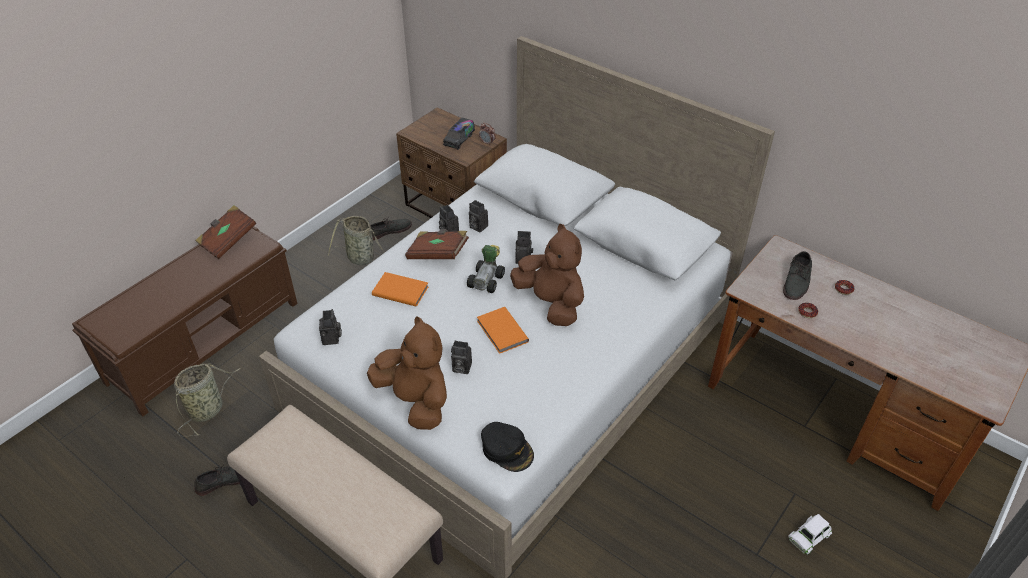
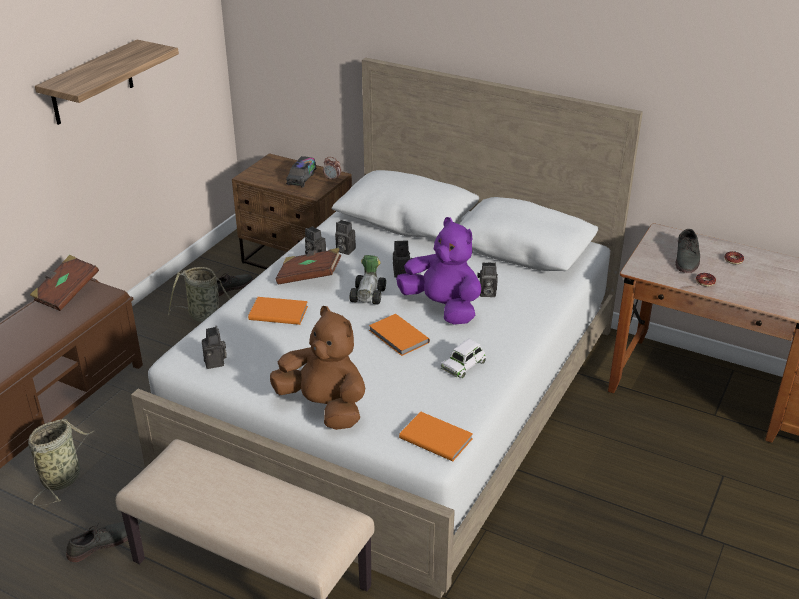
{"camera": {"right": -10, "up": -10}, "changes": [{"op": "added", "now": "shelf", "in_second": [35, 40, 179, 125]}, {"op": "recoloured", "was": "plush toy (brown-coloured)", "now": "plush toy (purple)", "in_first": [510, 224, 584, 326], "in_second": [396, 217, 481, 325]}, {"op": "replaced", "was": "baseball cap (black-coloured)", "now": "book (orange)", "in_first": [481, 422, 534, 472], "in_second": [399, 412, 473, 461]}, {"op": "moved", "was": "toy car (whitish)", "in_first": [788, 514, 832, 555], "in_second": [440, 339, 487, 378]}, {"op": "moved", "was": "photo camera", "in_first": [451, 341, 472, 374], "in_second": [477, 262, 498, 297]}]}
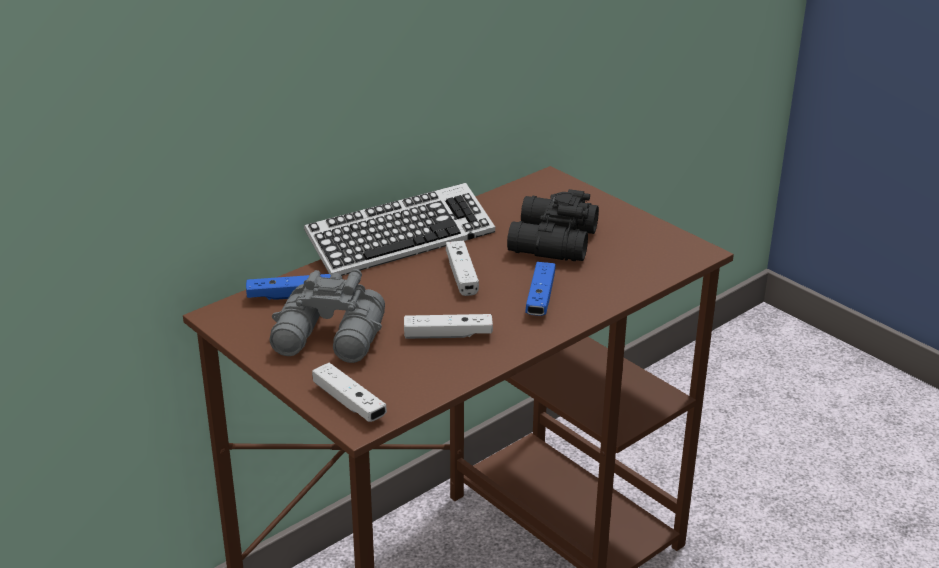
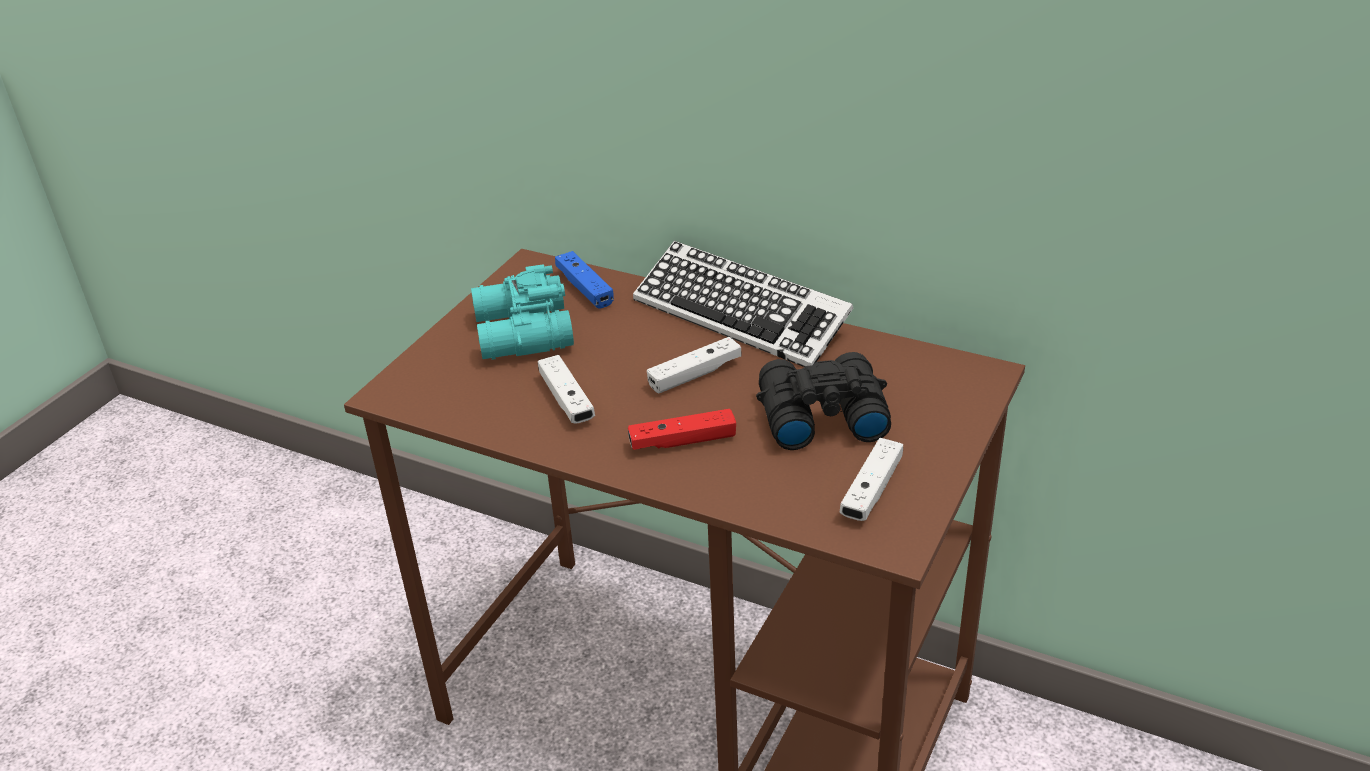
{"camera": {"right": 70, "up": 5}, "changes": [{"op": "recoloured", "was": "binoculars (greyish)", "now": "binoculars (turquoise-coloured)", "in_first": [269, 269, 385, 363], "in_second": [471, 264, 574, 360]}, {"op": "recoloured", "was": "gamepad (blue-coloured)", "now": "gamepad (red-coloured)", "in_first": [525, 262, 555, 316], "in_second": [628, 409, 736, 450]}, {"op": "moved", "was": "gamepad (whitish)", "in_first": [312, 363, 387, 422], "in_second": [839, 438, 903, 521]}]}
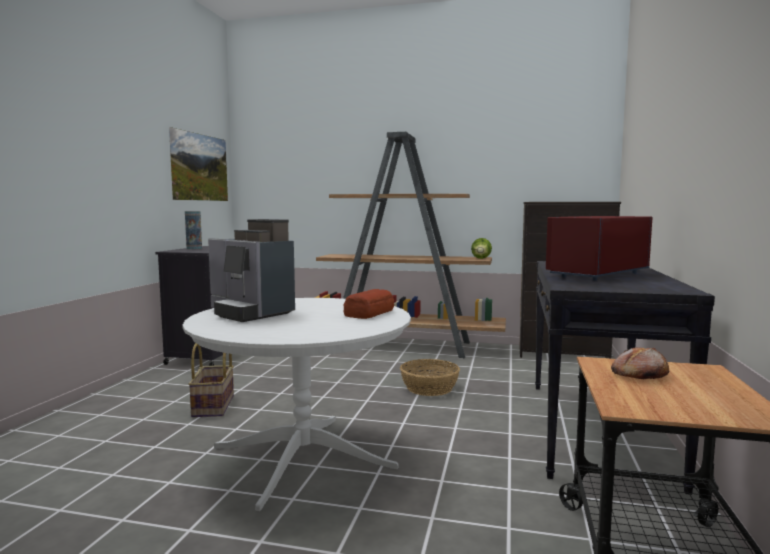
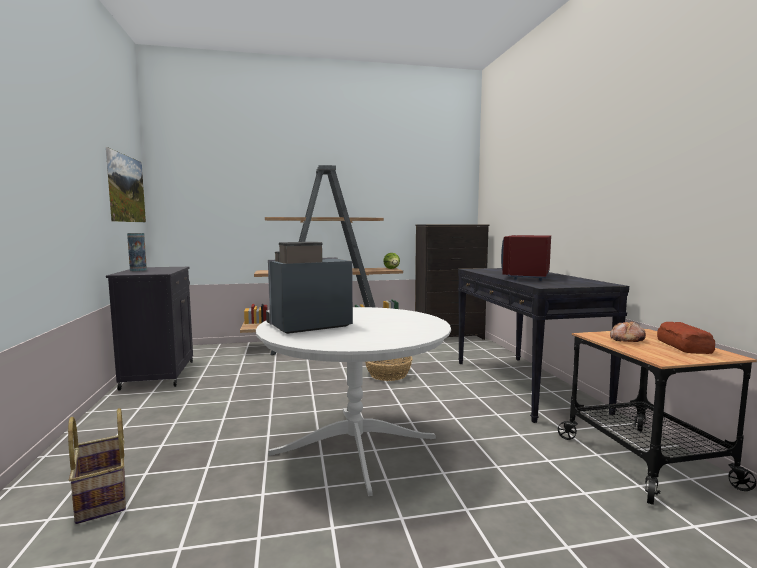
{"camera": {"right": -25, "up": 0}, "changes": [{"op": "moved", "was": "household basket", "in_first": [188, 343, 234, 417], "in_second": [68, 408, 126, 524]}, {"op": "turned", "was": "coffee maker", "in_first": [208, 219, 295, 322], "in_second": [266, 242, 353, 334], "clockwise": 135}, {"op": "moved", "was": "bread", "in_first": [344, 289, 394, 319], "in_second": [657, 322, 715, 354]}]}
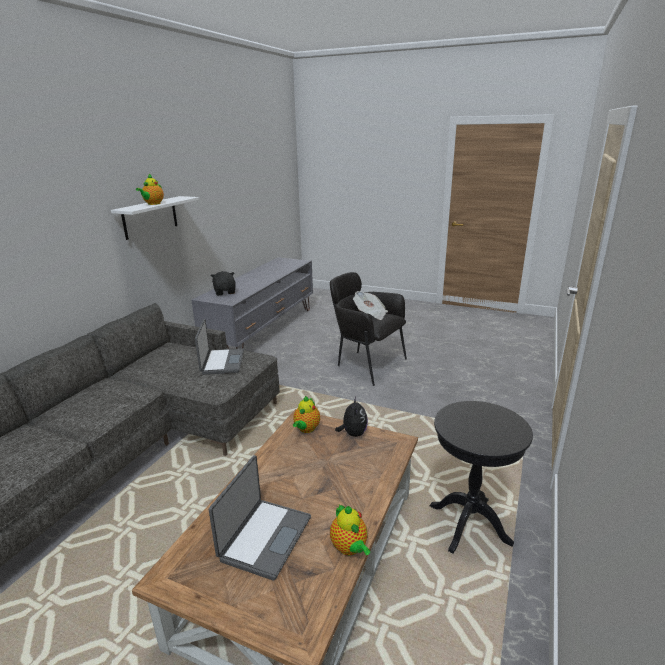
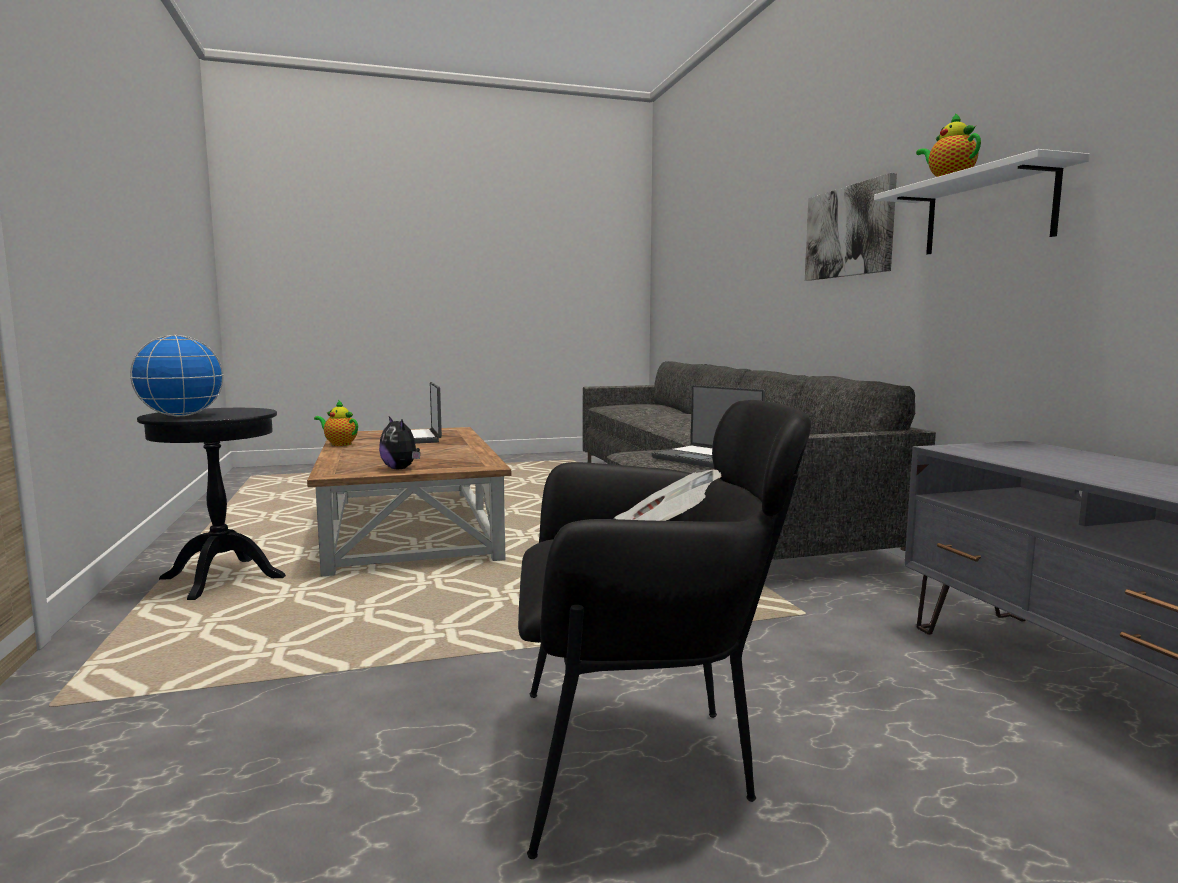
{"camera": {"right": 140, "up": -15}, "changes": [{"op": "added", "now": "desk globe", "in_second": [130, 335, 224, 416]}, {"op": "added", "now": "picture", "in_second": [805, 173, 897, 281]}, {"op": "removed", "was": "plush toy (black-coloured)", "in_first": [210, 271, 236, 295]}, {"op": "removed", "was": "pot for tea", "in_first": [293, 396, 320, 433]}]}
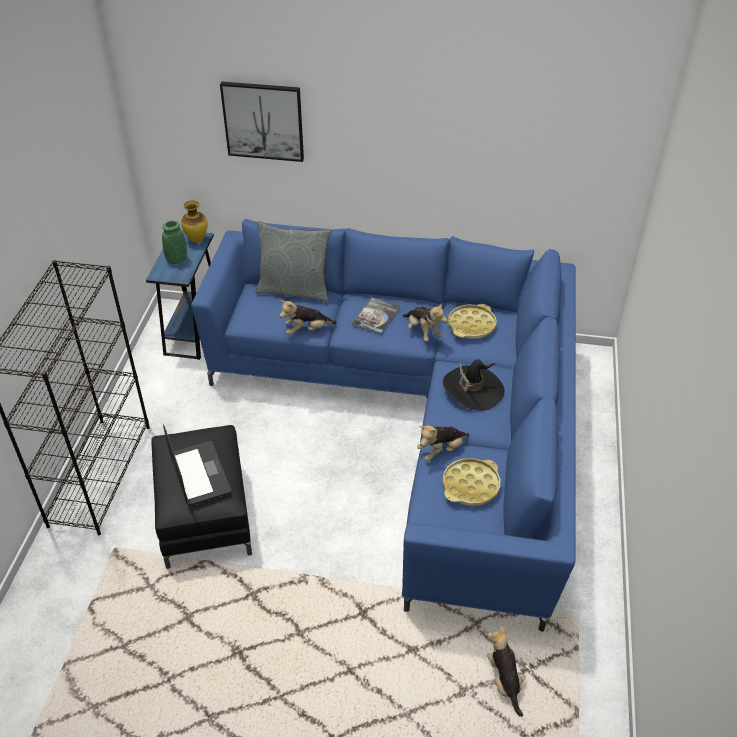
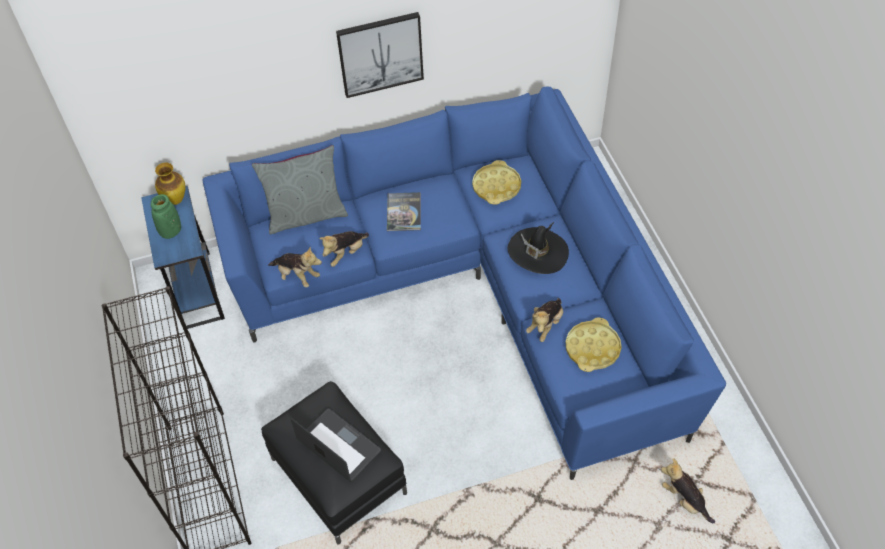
{"camera": {"right": -25, "up": 10}, "changes": [{"op": "moved", "was": "plush toy", "in_first": [402, 303, 447, 341], "in_second": [268, 247, 322, 288]}, {"op": "moved", "was": "picture", "in_first": [220, 81, 304, 162], "in_second": [336, 12, 424, 98]}]}
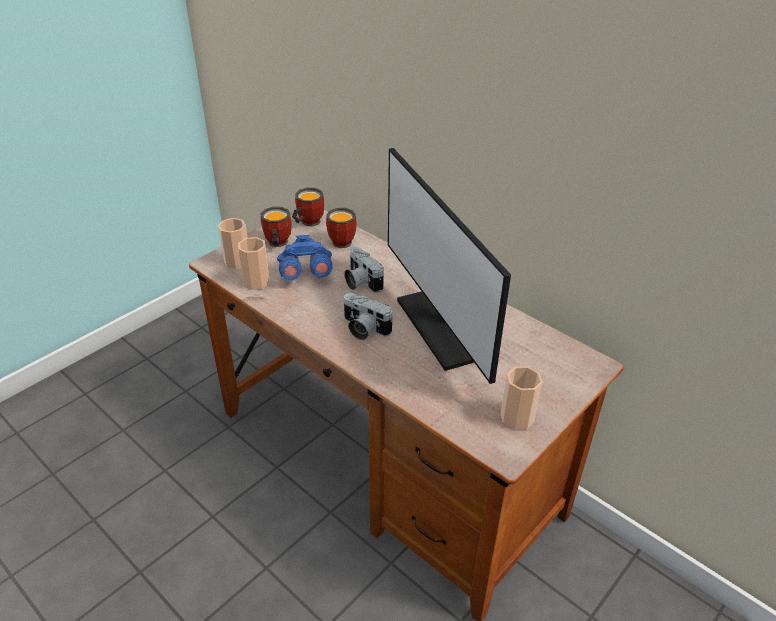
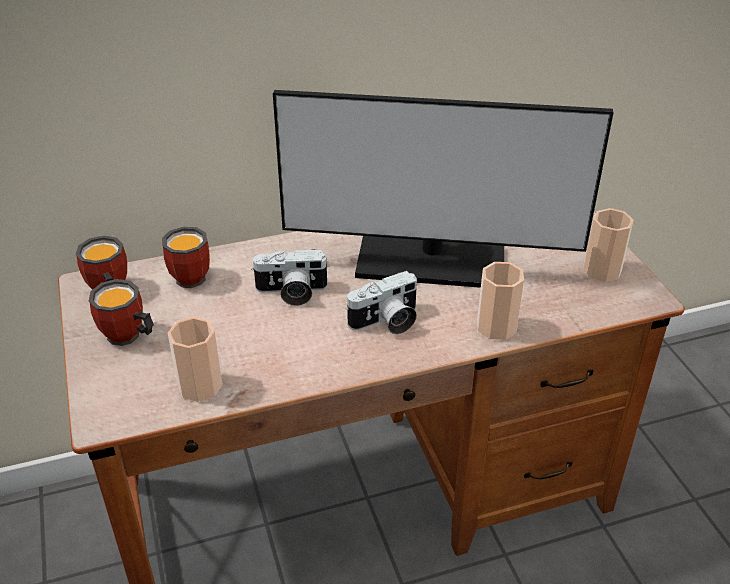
{"camera": {"right": -60, "up": 0}, "changes": [{"op": "moved", "was": "cup", "in_first": [218, 218, 247, 269], "in_second": [477, 262, 524, 340]}, {"op": "removed", "was": "binoculars (blue-coloured)", "in_first": [277, 235, 333, 281]}]}
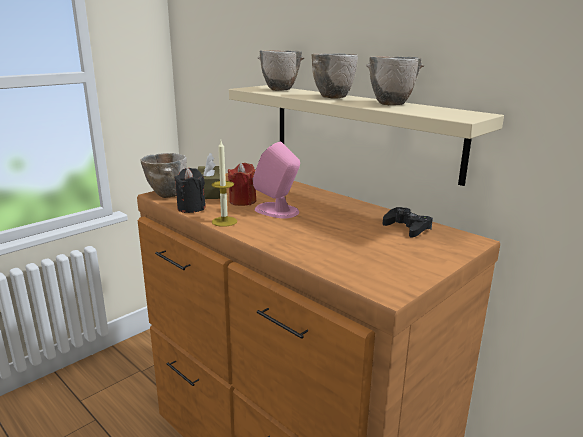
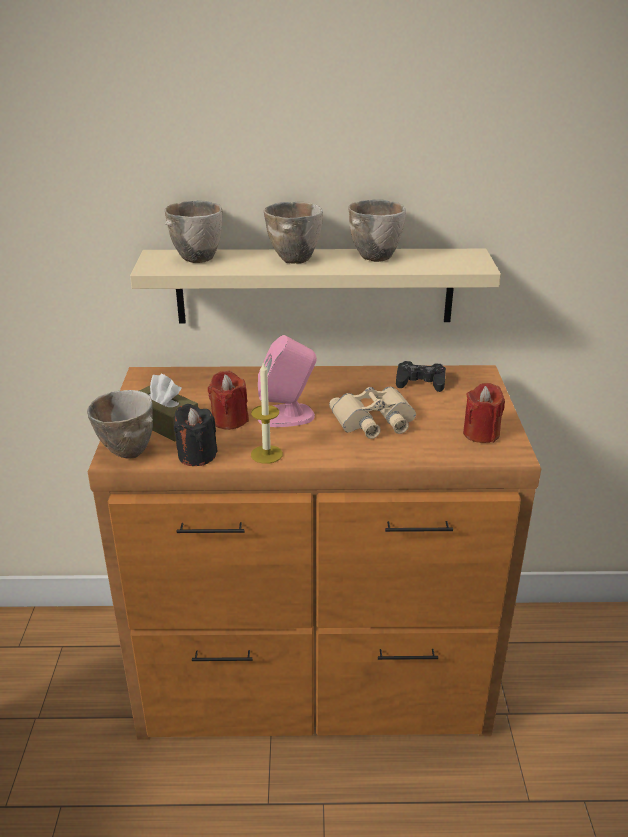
{"camera": {"right": -45, "up": 10}, "changes": [{"op": "added", "now": "binoculars (beige)", "in_second": [329, 387, 416, 439]}, {"op": "added", "now": "candle (red-coloured)", "in_second": [463, 383, 505, 443]}]}
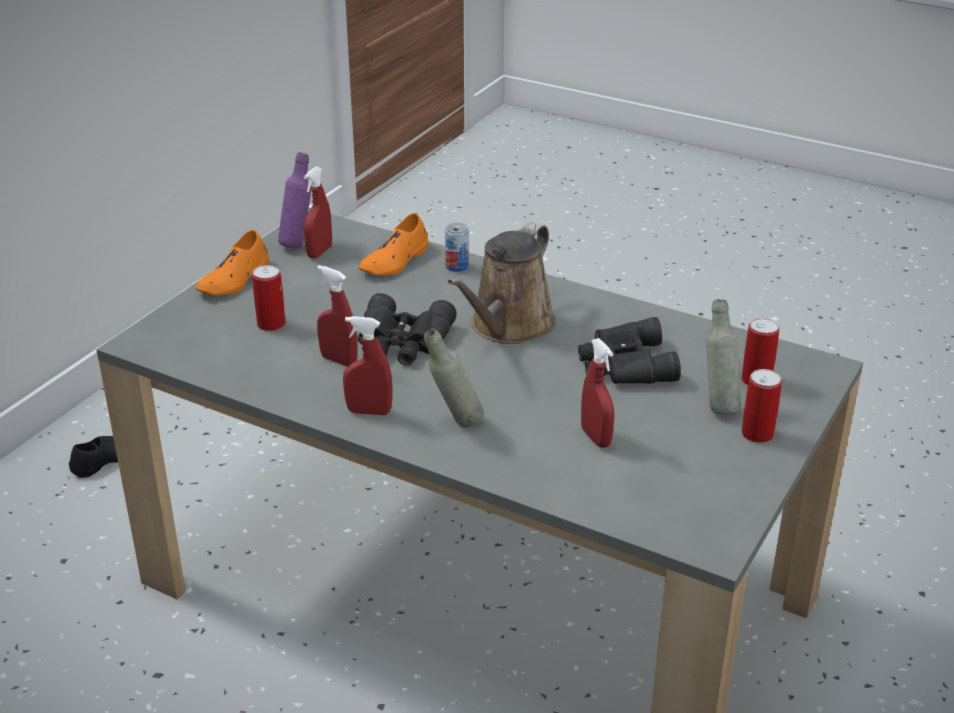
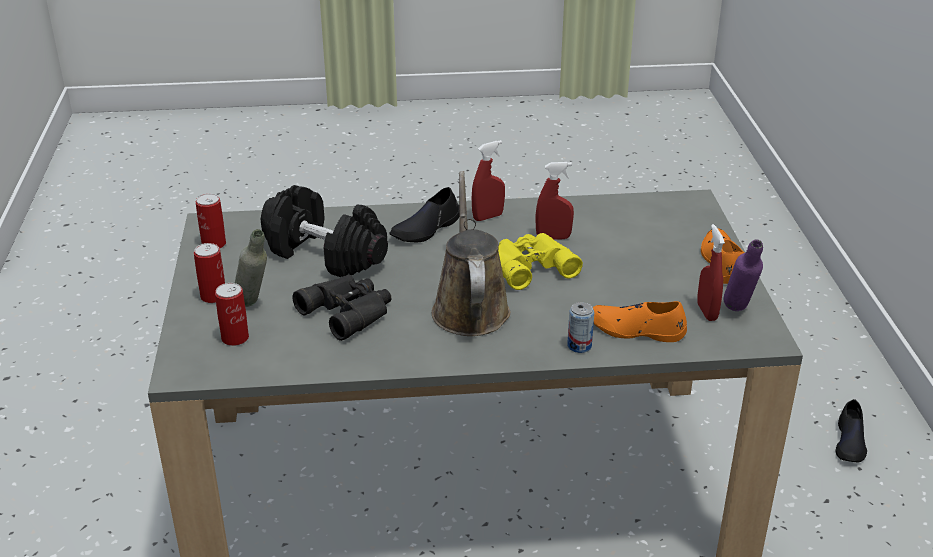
{"camera": {"right": 145, "up": 0}, "changes": [{"op": "moved", "was": "can", "in_first": [252, 265, 285, 331], "in_second": [196, 194, 226, 248]}, {"op": "replaced", "was": "sprayer (red-coloured)", "now": "dumbbell (black-coloured)", "in_first": [581, 338, 614, 448], "in_second": [261, 185, 388, 277]}, {"op": "replaced", "was": "bottle (greyish)", "now": "item of footwear (black-coloured)", "in_first": [424, 329, 484, 427], "in_second": [390, 187, 459, 242]}, {"op": "recoloured", "was": "binoculars (black-coloured)", "now": "binoculars (yellow-coloured)", "in_first": [358, 293, 456, 365], "in_second": [498, 233, 583, 290]}, {"op": "turned", "was": "item of footwear (orange)", "in_first": [359, 213, 428, 275], "in_second": [593, 301, 687, 342], "clockwise": -75}]}
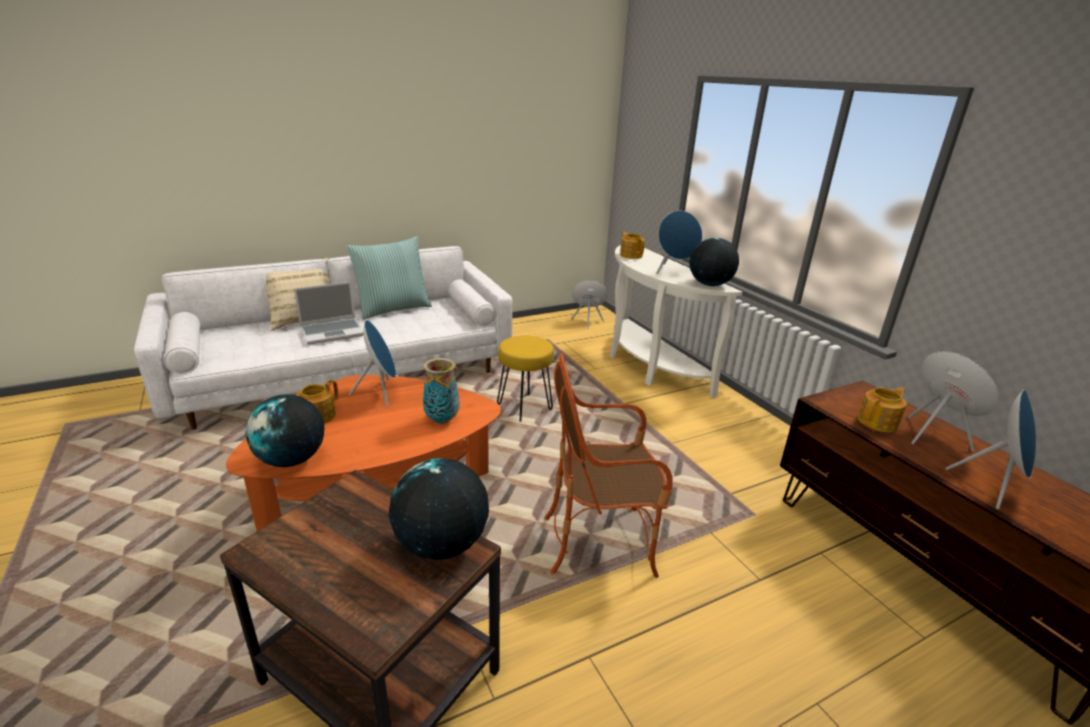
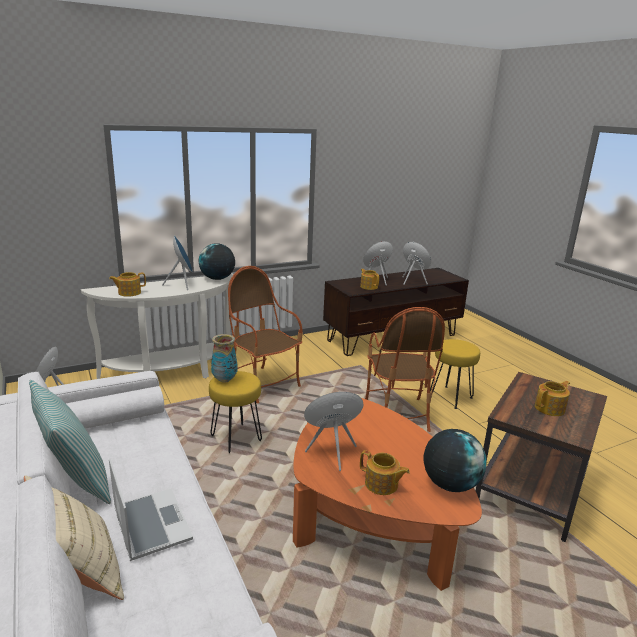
{"camera": {"right": -90, "up": -5}, "changes": [{"op": "moved", "was": "decorative vase", "in_first": [423, 358, 459, 424], "in_second": [211, 334, 237, 383]}, {"op": "added", "now": "easy chair", "in_second": [228, 266, 303, 403]}, {"op": "added", "now": "stool seat (yellow-coloured)", "in_second": [430, 339, 480, 409]}, {"op": "added", "now": "pot for tea", "in_second": [535, 381, 570, 416]}, {"op": "removed", "was": "desk globe", "in_first": [389, 458, 489, 560]}]}
